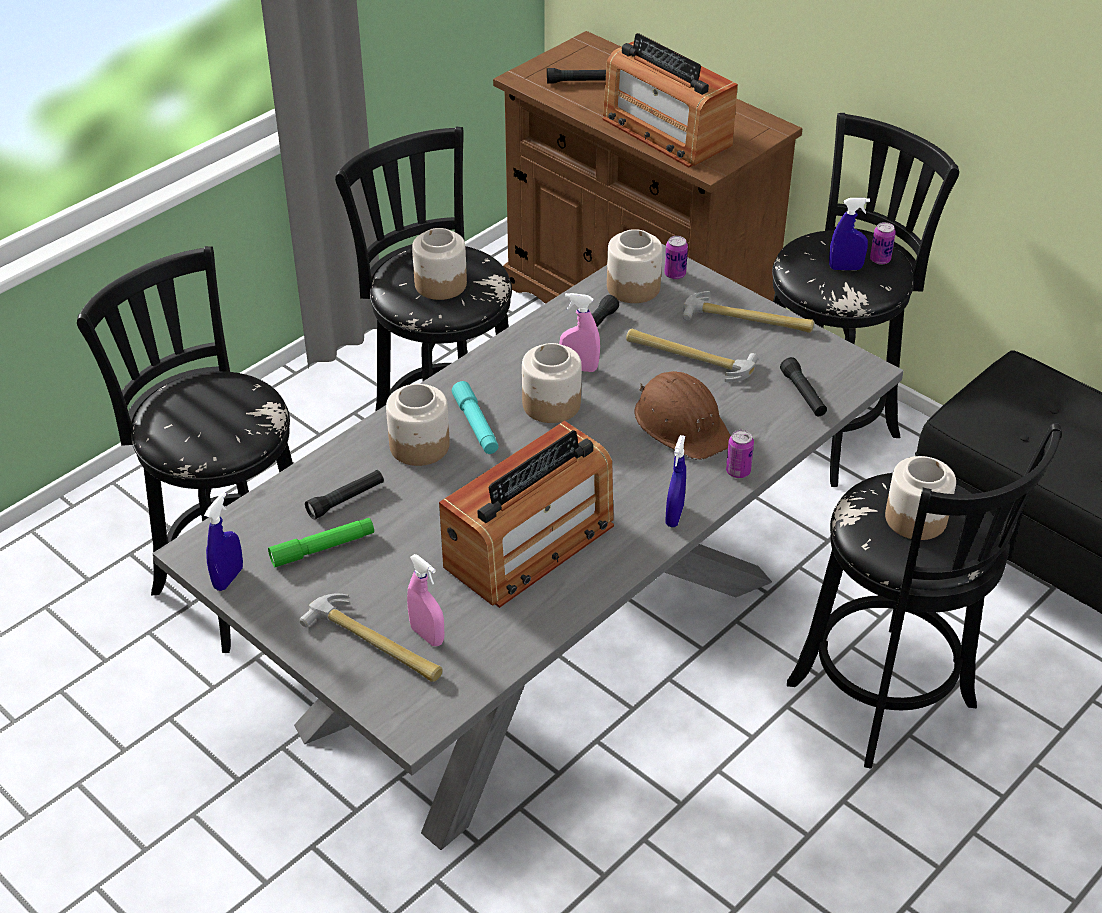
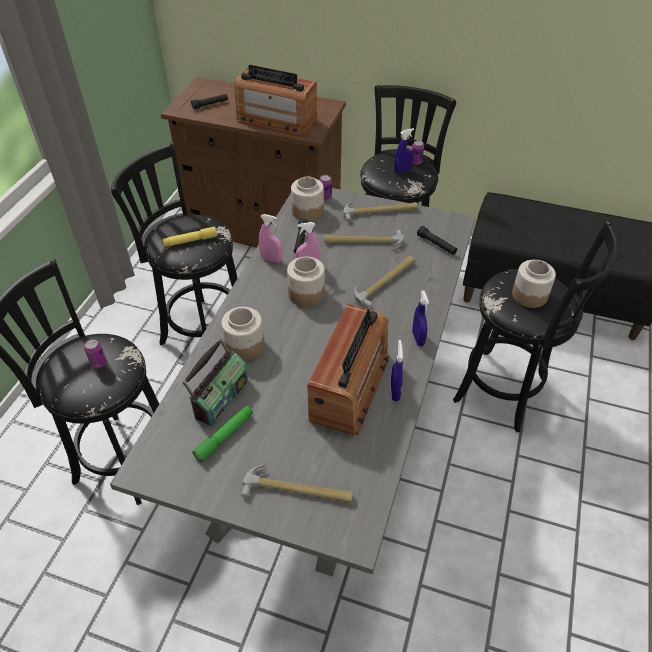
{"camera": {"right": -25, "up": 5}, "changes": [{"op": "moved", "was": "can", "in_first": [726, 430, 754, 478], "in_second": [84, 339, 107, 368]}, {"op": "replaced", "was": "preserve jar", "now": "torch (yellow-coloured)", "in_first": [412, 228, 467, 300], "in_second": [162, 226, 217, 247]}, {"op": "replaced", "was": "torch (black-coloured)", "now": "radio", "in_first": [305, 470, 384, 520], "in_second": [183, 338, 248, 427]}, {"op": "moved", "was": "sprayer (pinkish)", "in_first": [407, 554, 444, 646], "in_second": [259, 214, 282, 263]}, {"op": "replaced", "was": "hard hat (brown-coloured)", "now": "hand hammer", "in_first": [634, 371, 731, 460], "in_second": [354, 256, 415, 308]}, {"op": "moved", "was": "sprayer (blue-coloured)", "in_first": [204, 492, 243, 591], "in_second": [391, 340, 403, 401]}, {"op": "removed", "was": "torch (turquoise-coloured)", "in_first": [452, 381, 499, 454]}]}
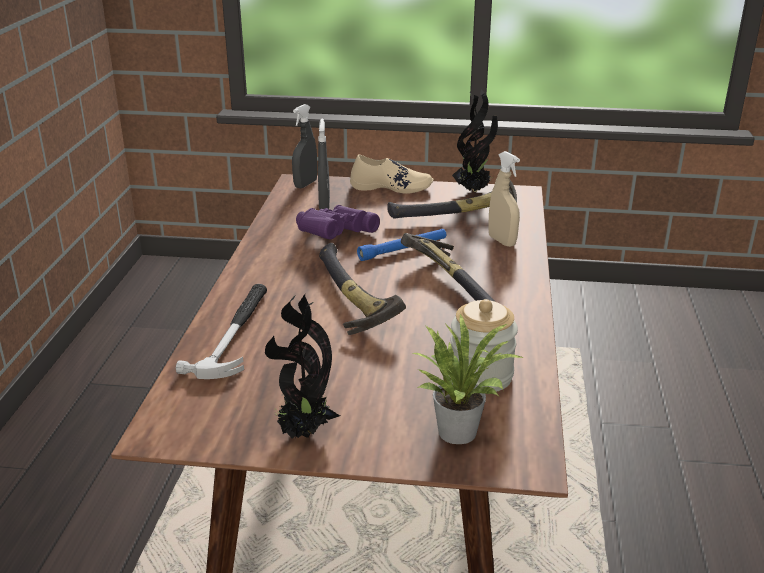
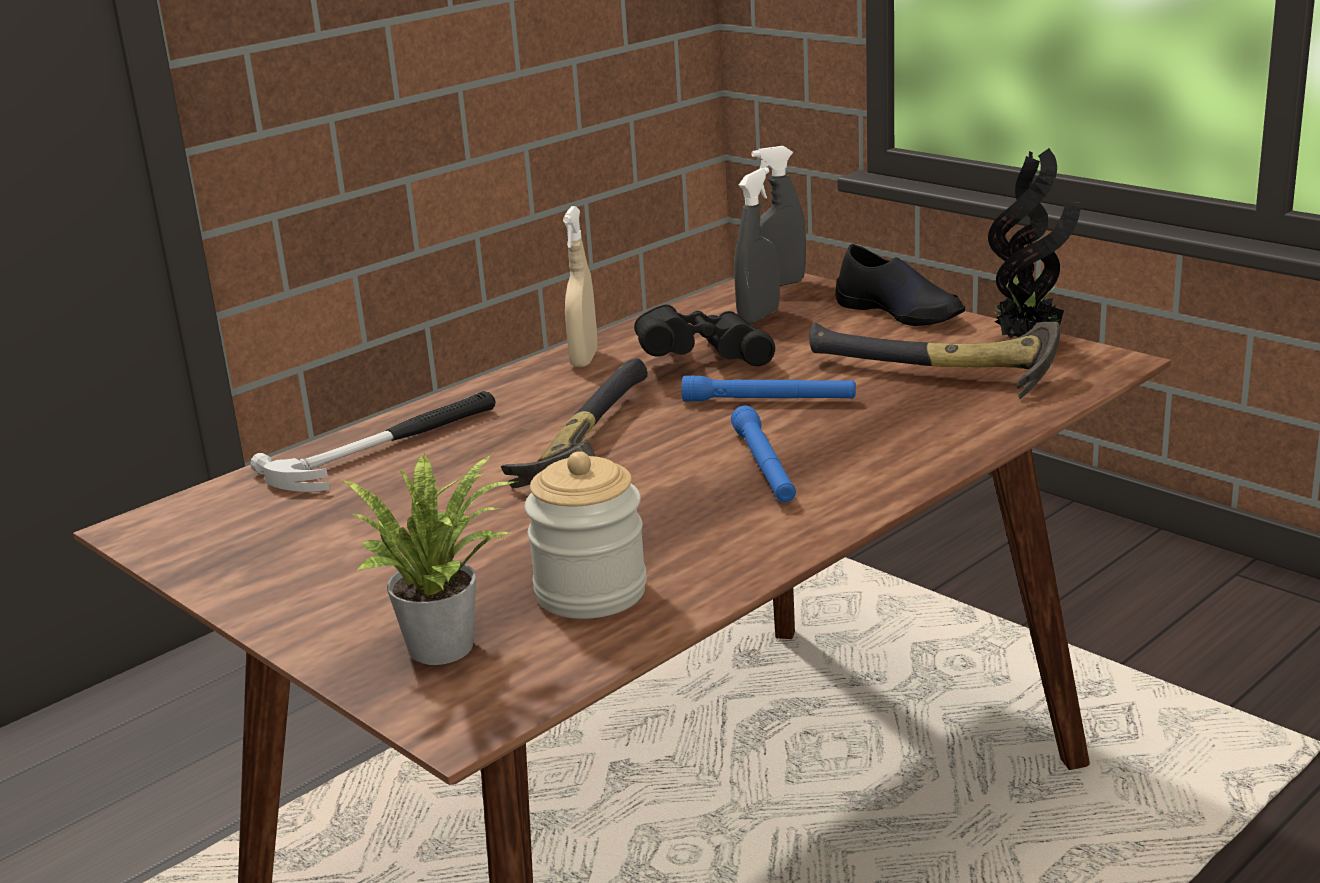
{"camera": {"right": 40, "up": -5}, "changes": [{"op": "moved", "was": "sprayer (beige)", "in_first": [488, 151, 520, 247], "in_second": [563, 206, 598, 367]}, {"op": "recoloured", "was": "binoculars (purple)", "now": "binoculars (black-coloured)", "in_first": [296, 205, 380, 239], "in_second": [634, 304, 775, 366]}, {"op": "replaced", "was": "hand hammer", "now": "torch (blue-coloured)", "in_first": [401, 233, 496, 302], "in_second": [731, 406, 796, 502]}, {"op": "recoloured", "was": "item of footwear (beige)", "now": "item of footwear (black-coloured)", "in_first": [350, 154, 433, 194], "in_second": [835, 244, 965, 326]}, {"op": "removed", "was": "houseplant", "in_first": [265, 294, 340, 439]}]}
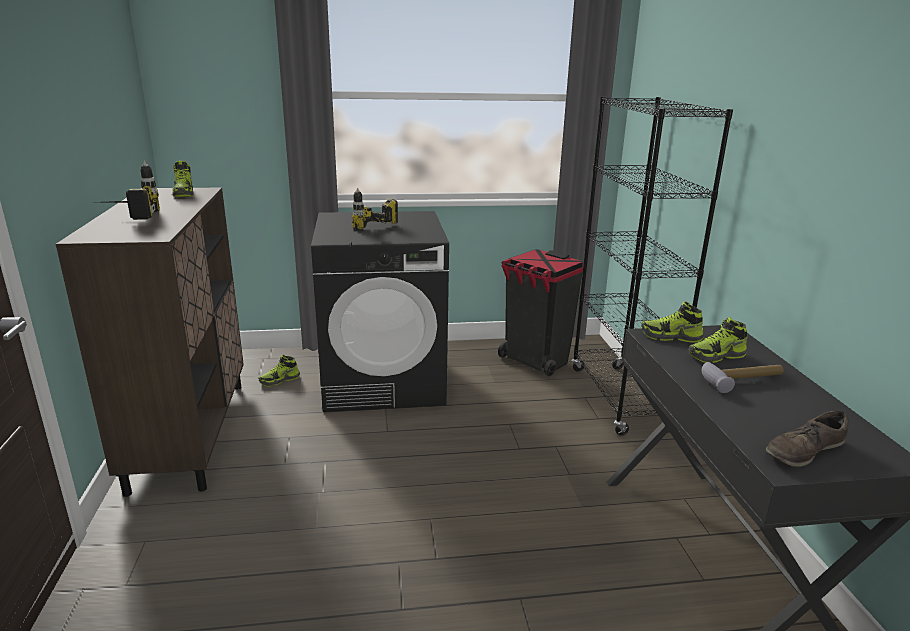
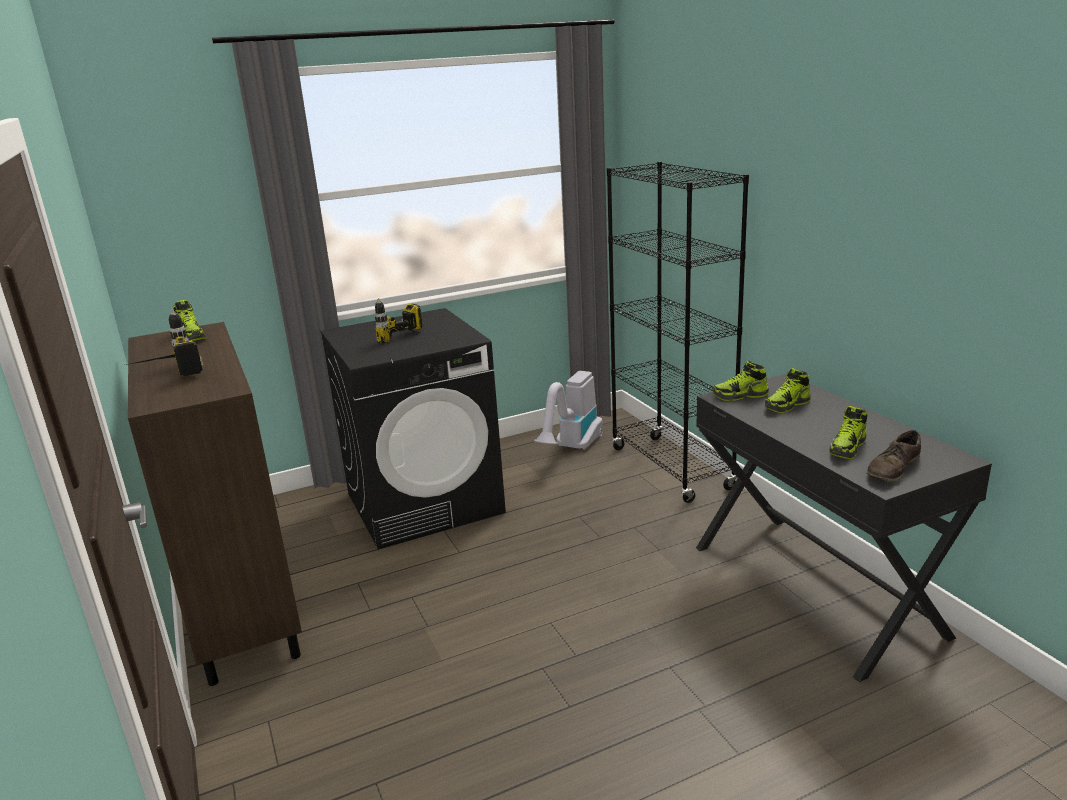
{"camera": {"right": -15, "up": 0}, "changes": [{"op": "replaced", "was": "rubbish bin (black-coloured)", "now": "vacuum cleaner", "in_first": [498, 249, 583, 376], "in_second": [534, 371, 603, 450]}, {"op": "moved", "was": "item of footwear", "in_first": [258, 355, 300, 387], "in_second": [829, 406, 867, 459]}, {"op": "removed", "was": "hand hammer", "in_first": [702, 362, 784, 393]}]}
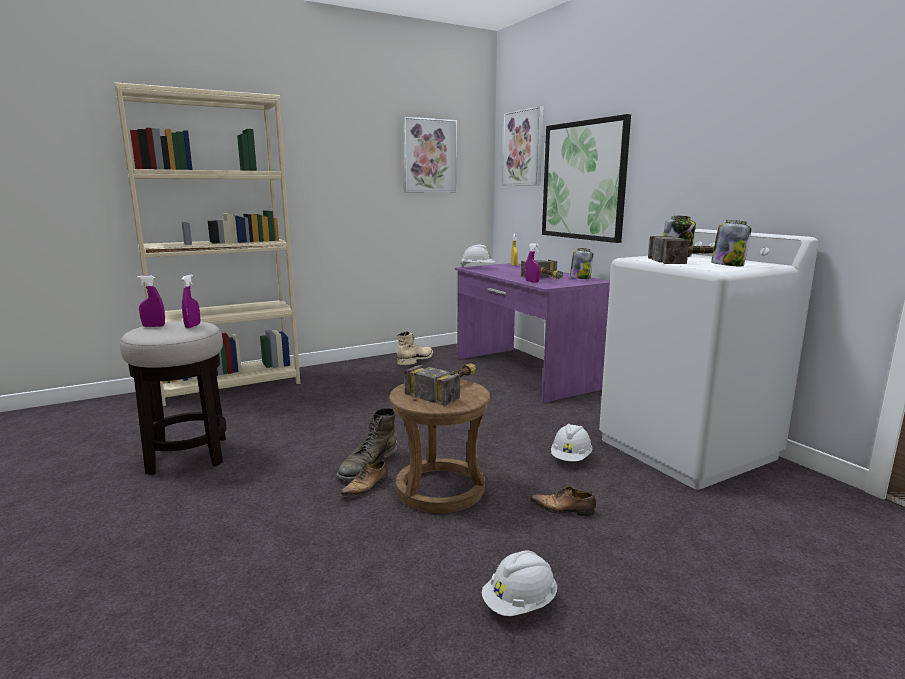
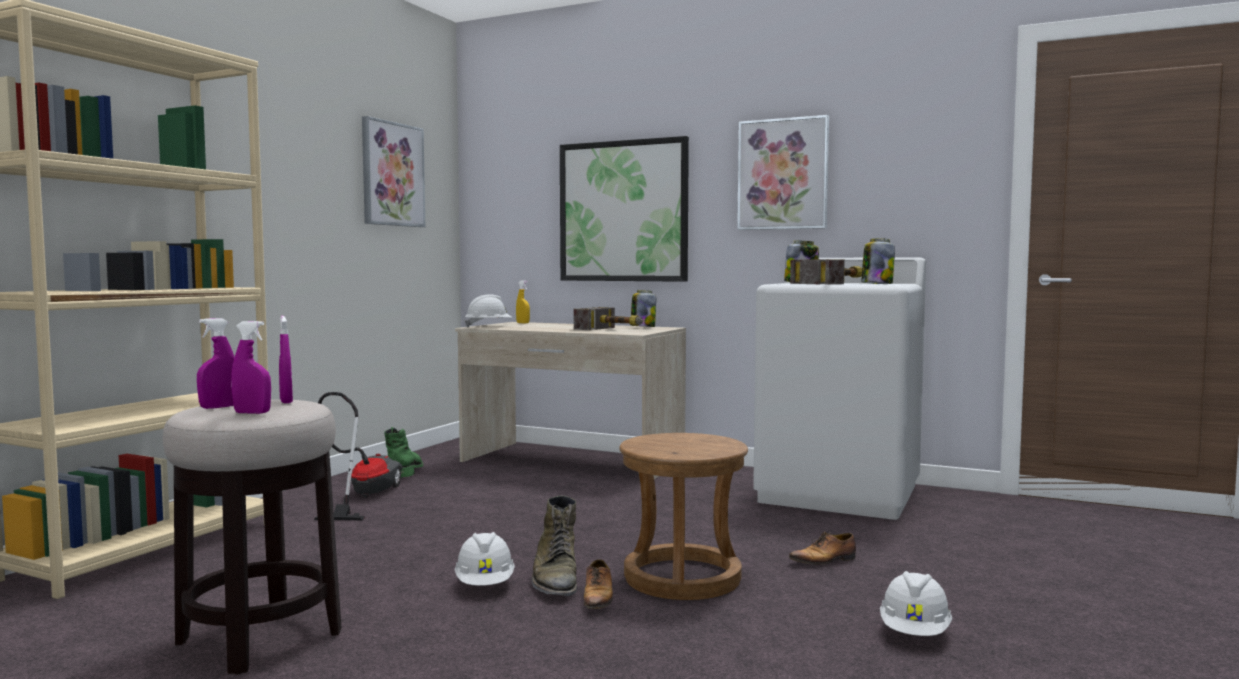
{"camera": {"right": -35, "up": -10}, "changes": [{"op": "moved", "was": "sprayer (purple)", "in_first": [525, 243, 540, 282], "in_second": [231, 321, 271, 414]}, {"op": "added", "now": "vacuum cleaner", "in_second": [314, 392, 403, 521]}, {"op": "recoloured", "was": "boot (beige)", "now": "boot (greenish)", "in_first": [397, 331, 433, 365], "in_second": [384, 427, 423, 478]}, {"op": "moved", "was": "hard hat (whitish)", "in_first": [551, 424, 592, 461], "in_second": [454, 532, 515, 586]}, {"op": "recoloured", "was": "desk (purple)", "now": "desk (beige)", "in_first": [455, 263, 610, 403], "in_second": [455, 322, 686, 479]}, {"op": "moved", "was": "picture", "in_first": [502, 106, 544, 185], "in_second": [737, 115, 829, 230]}, {"op": "removed", "was": "hand hammer", "in_first": [404, 363, 476, 406]}]}
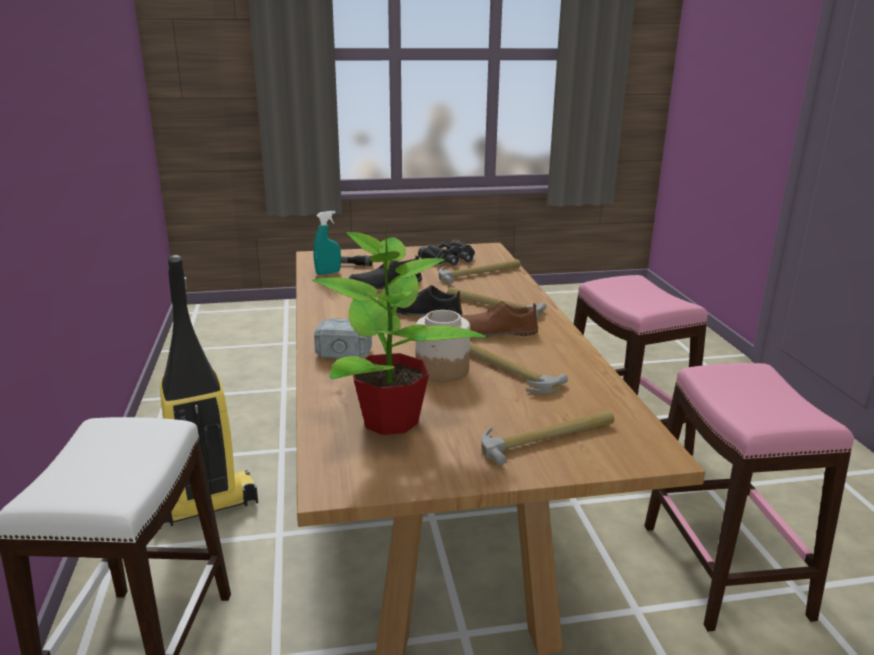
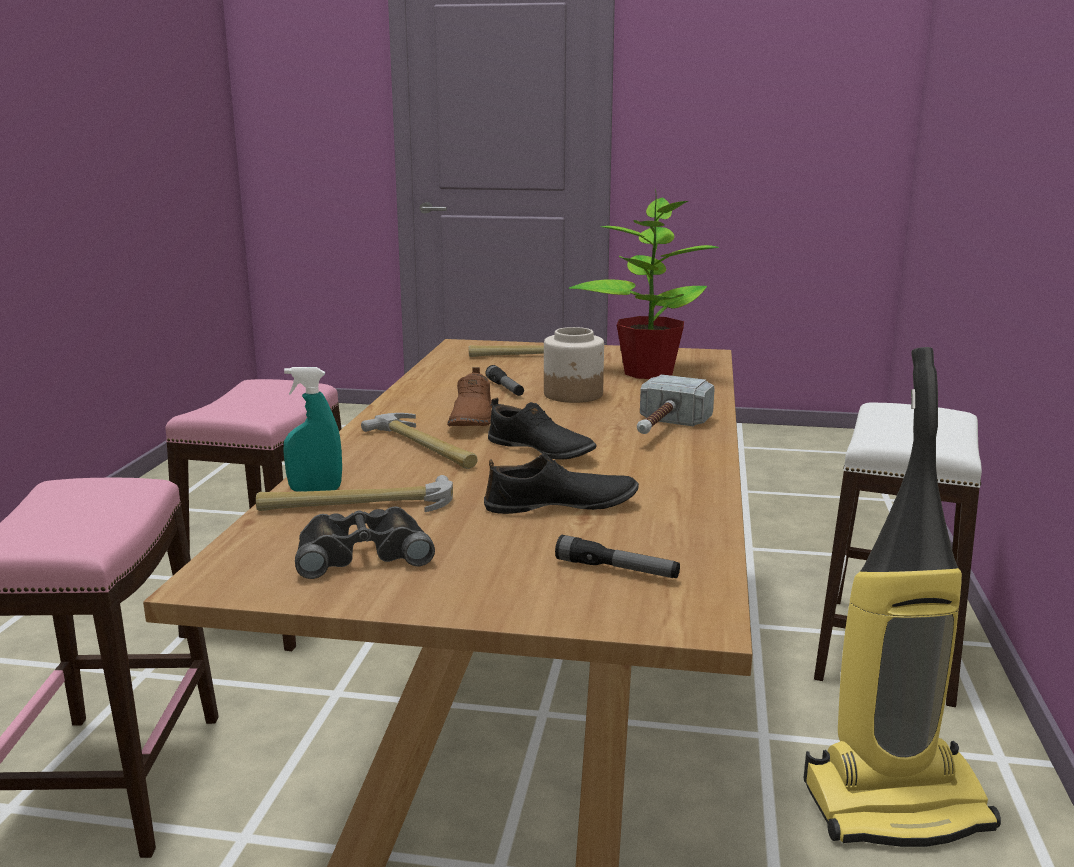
{"camera": {"right": -160, "up": -5}, "changes": [{"op": "moved", "was": "sprayer (turquoise-coloured)", "in_first": [313, 211, 341, 275], "in_second": [283, 367, 342, 492]}, {"op": "turned", "was": "item of footwear (brown-coloured)", "in_first": [460, 301, 538, 336], "in_second": [447, 367, 492, 426], "clockwise": 75}, {"op": "replaced", "was": "hand hammer", "now": "torch", "in_first": [470, 342, 568, 393], "in_second": [485, 365, 524, 396]}]}
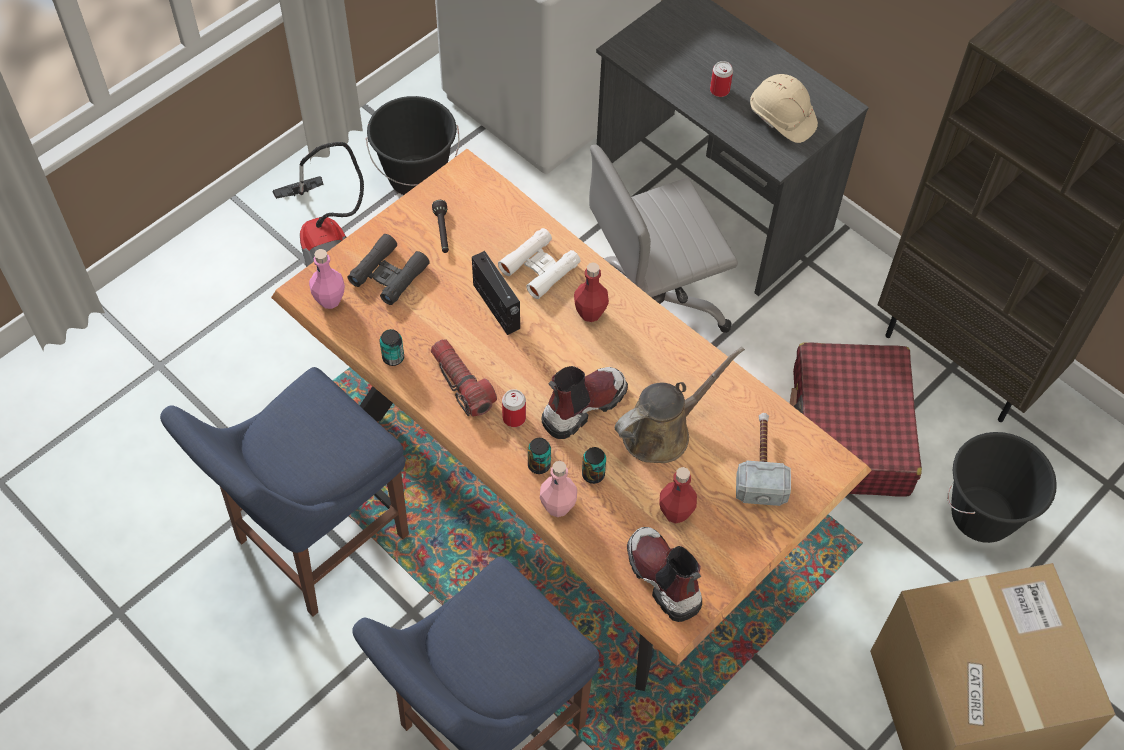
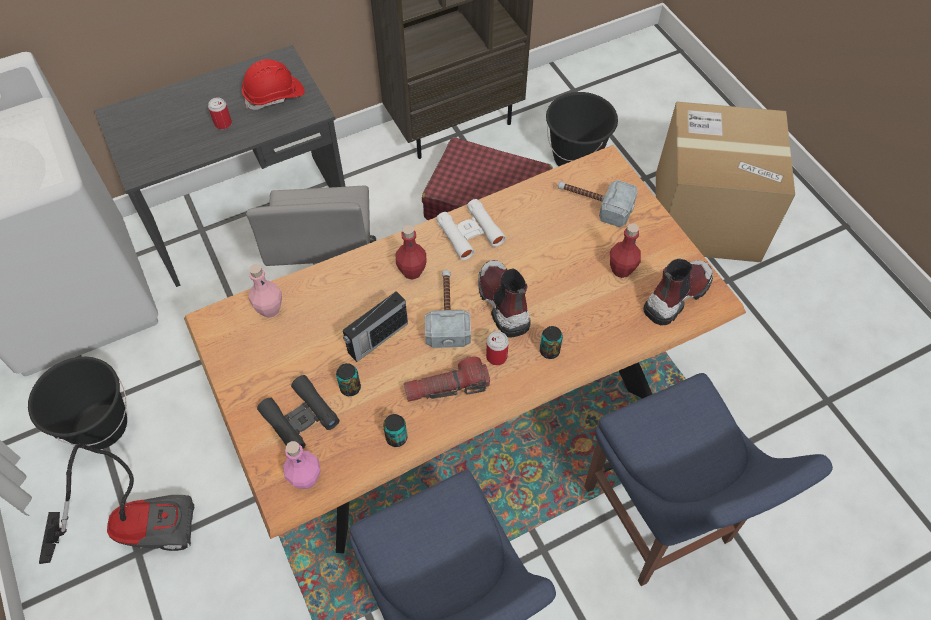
{"camera": {"right": -70, "up": 0}, "changes": [{"op": "recoloured", "was": "hard hat (beige)", "now": "hard hat (red-coloured)", "in_first": [750, 74, 818, 143], "in_second": [242, 59, 305, 110]}, {"op": "moved", "was": "bottle (pinkish)", "in_first": [540, 461, 577, 517], "in_second": [248, 264, 282, 318]}, {"op": "moved", "was": "can", "in_first": [582, 447, 606, 484], "in_second": [336, 363, 361, 396]}, {"op": "turned", "was": "radio", "in_first": [472, 251, 520, 335], "in_second": [343, 291, 408, 362], "clockwise": 150}, {"op": "added", "now": "hand hammer", "in_second": [425, 270, 471, 348]}, {"op": "moved", "was": "binoculars (whitish)", "in_first": [498, 228, 581, 299], "in_second": [436, 199, 506, 260]}, {"op": "turned", "was": "boot", "in_first": [627, 527, 702, 622], "in_second": [644, 258, 713, 326], "clockwise": 150}, {"op": "removed", "was": "torch (black-coloured)", "in_first": [432, 200, 449, 253]}, {"op": "removed", "was": "watering pot (brown-coloured)", "in_first": [615, 347, 745, 463]}]}
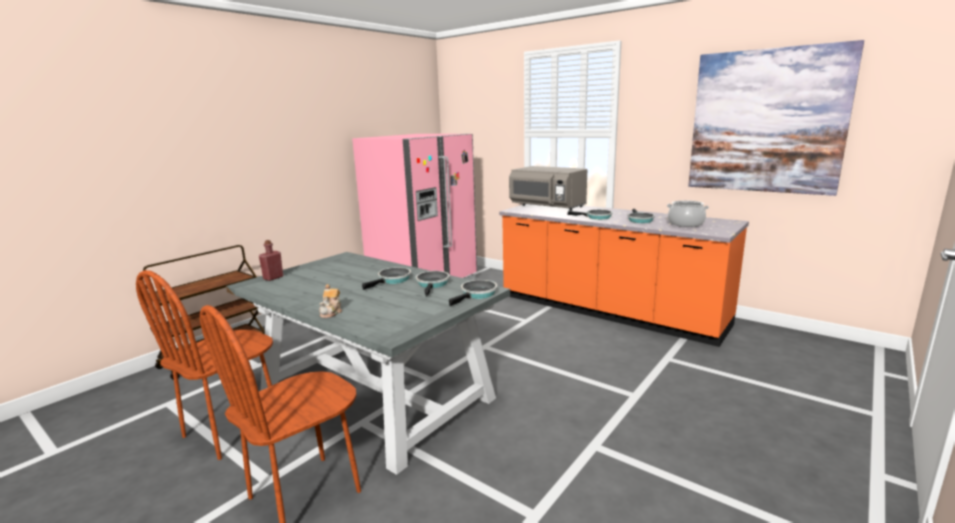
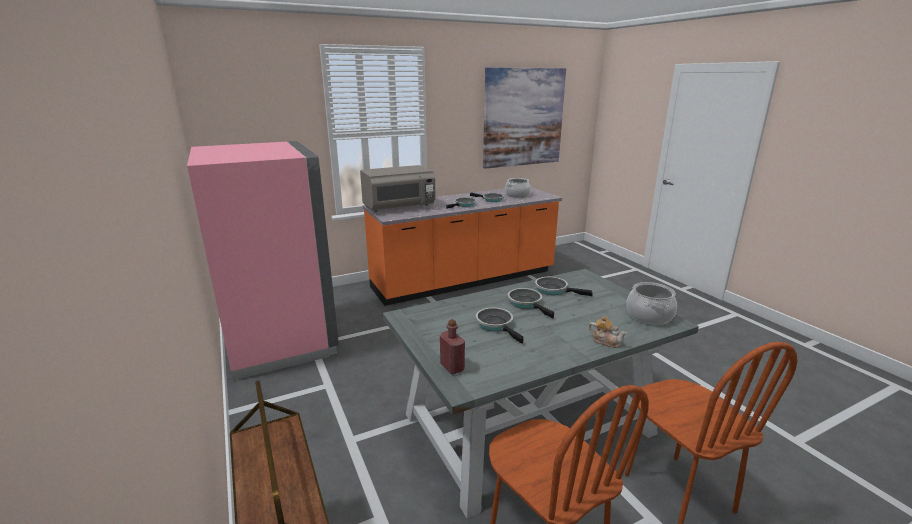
{"camera": {"right": -65, "up": 5}, "changes": [{"op": "moved", "was": "frying pan", "in_first": [449, 280, 497, 306], "in_second": [476, 308, 524, 344]}, {"op": "added", "now": "cooking pot", "in_second": [626, 282, 677, 325]}]}
